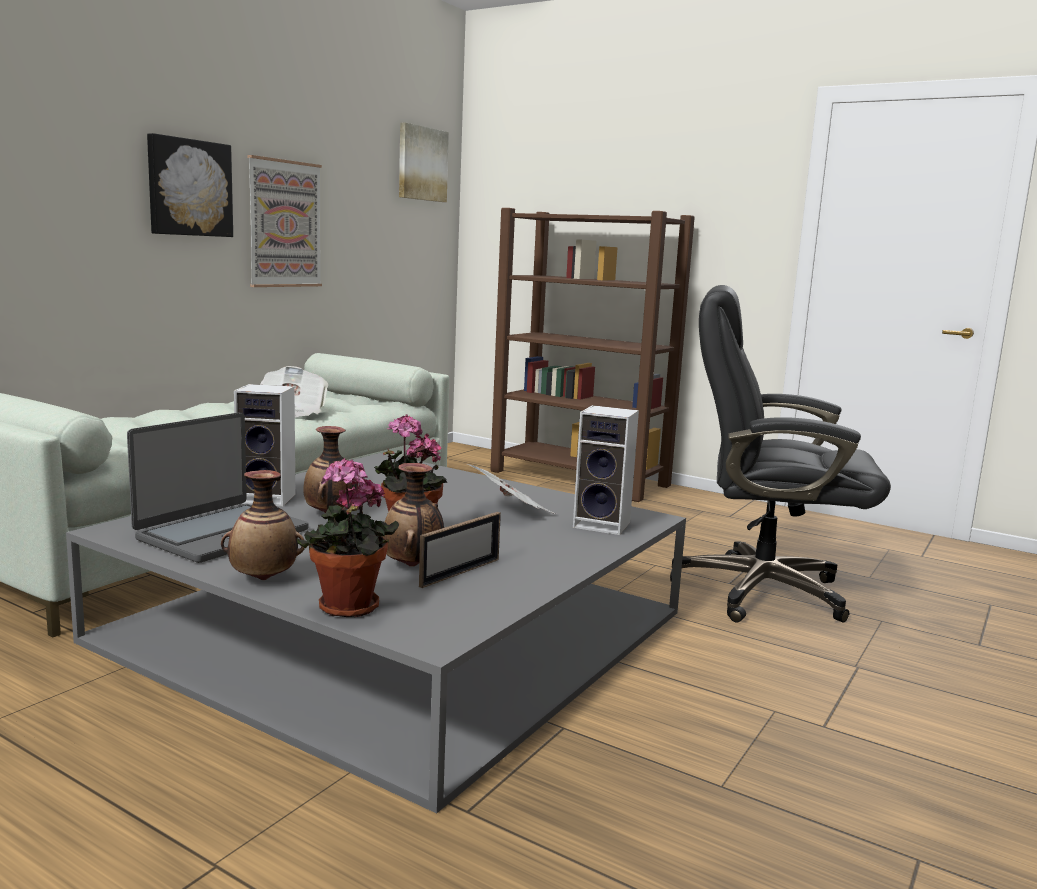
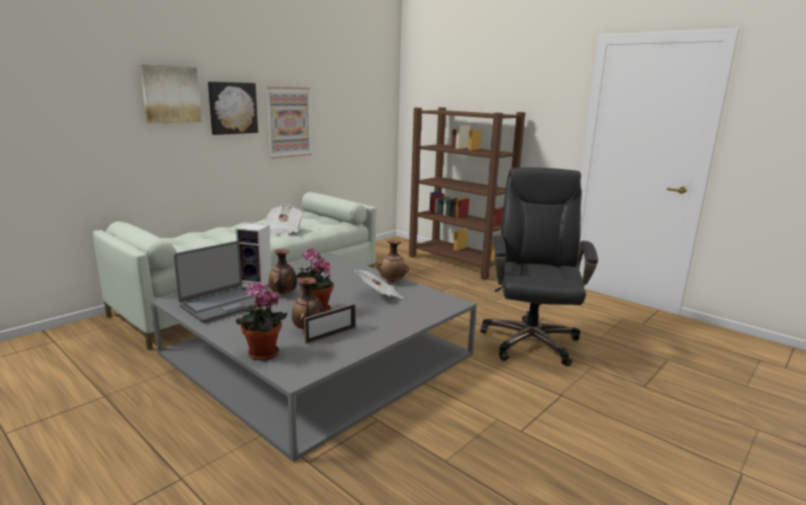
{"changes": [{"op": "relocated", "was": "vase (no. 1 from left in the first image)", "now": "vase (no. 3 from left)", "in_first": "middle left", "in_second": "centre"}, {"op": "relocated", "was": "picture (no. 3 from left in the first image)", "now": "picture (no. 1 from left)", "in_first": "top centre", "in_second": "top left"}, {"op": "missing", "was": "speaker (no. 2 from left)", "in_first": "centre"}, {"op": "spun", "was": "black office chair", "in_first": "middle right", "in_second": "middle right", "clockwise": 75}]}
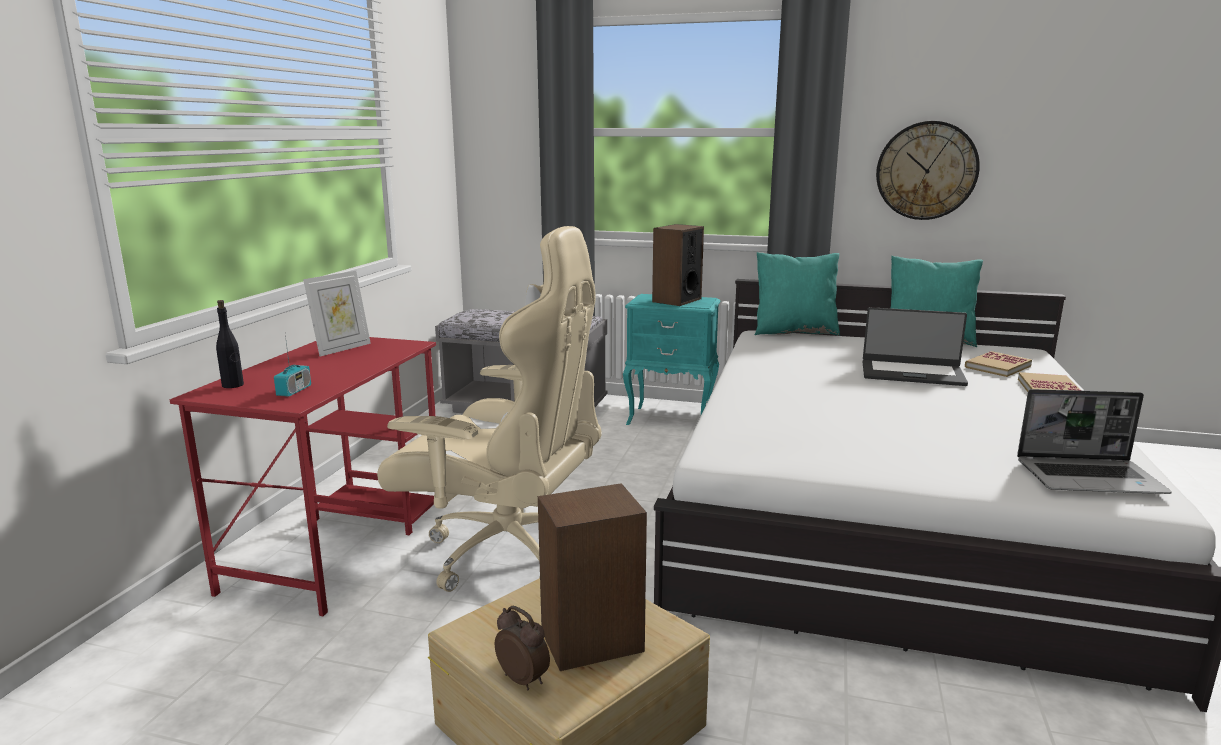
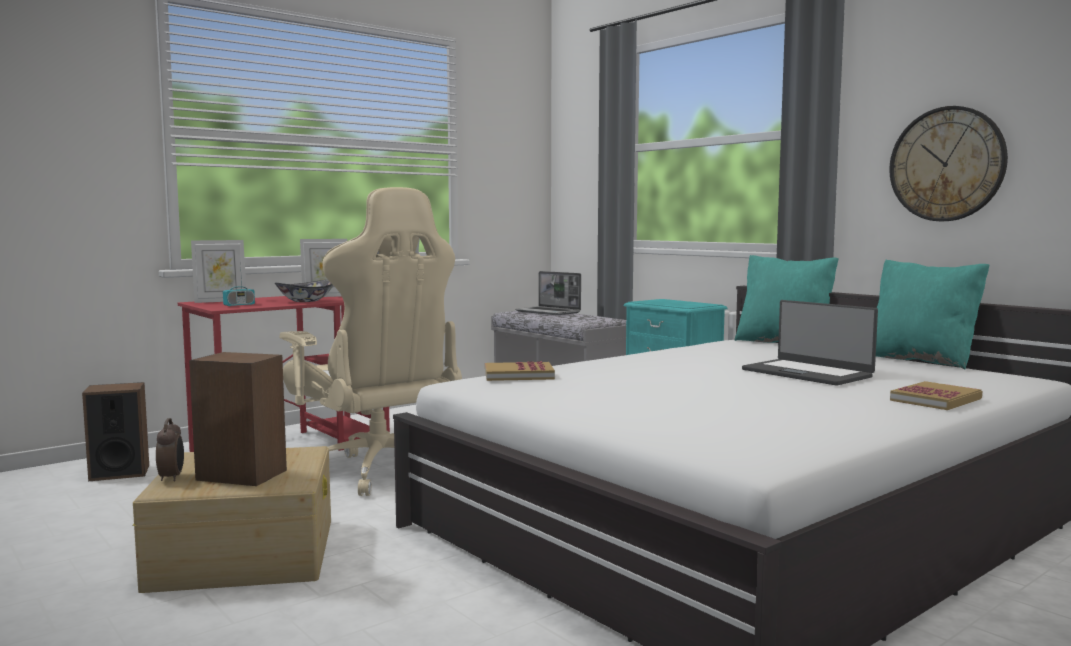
{"changes": [{"op": "exchanged", "was": "black bottle", "now": "picture frame (no. 1 from left)", "in_first": "middle left", "in_second": "middle left"}, {"op": "relocated", "was": "speaker (no. 2 from left in the first image)", "now": "speaker (no. 1 from left)", "in_first": "centre", "in_second": "bottom left"}, {"op": "relocated", "was": "book (no. 1 from left)", "in_first": "middle right", "in_second": "centre"}, {"op": "relocated", "was": "laptop (no. 2 from left in the first image)", "now": "laptop (no. 1 from left)", "in_first": "middle right", "in_second": "centre"}, {"op": "appeared", "now": "bowl", "in_second": "middle left"}]}
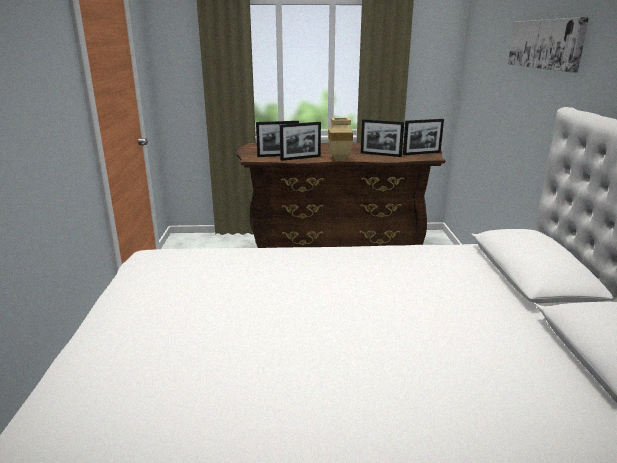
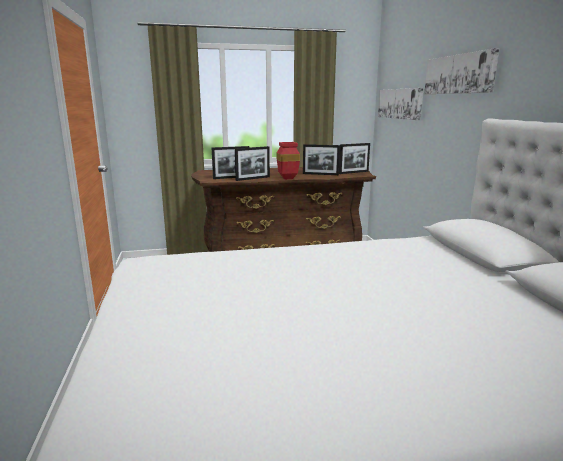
{"changes": [{"op": "colour", "was": "beige vase", "now": "red vase", "in_first": "top centre", "in_second": "centre"}, {"op": "appeared", "now": "picture (no. 1 from left)", "in_second": "top right"}]}
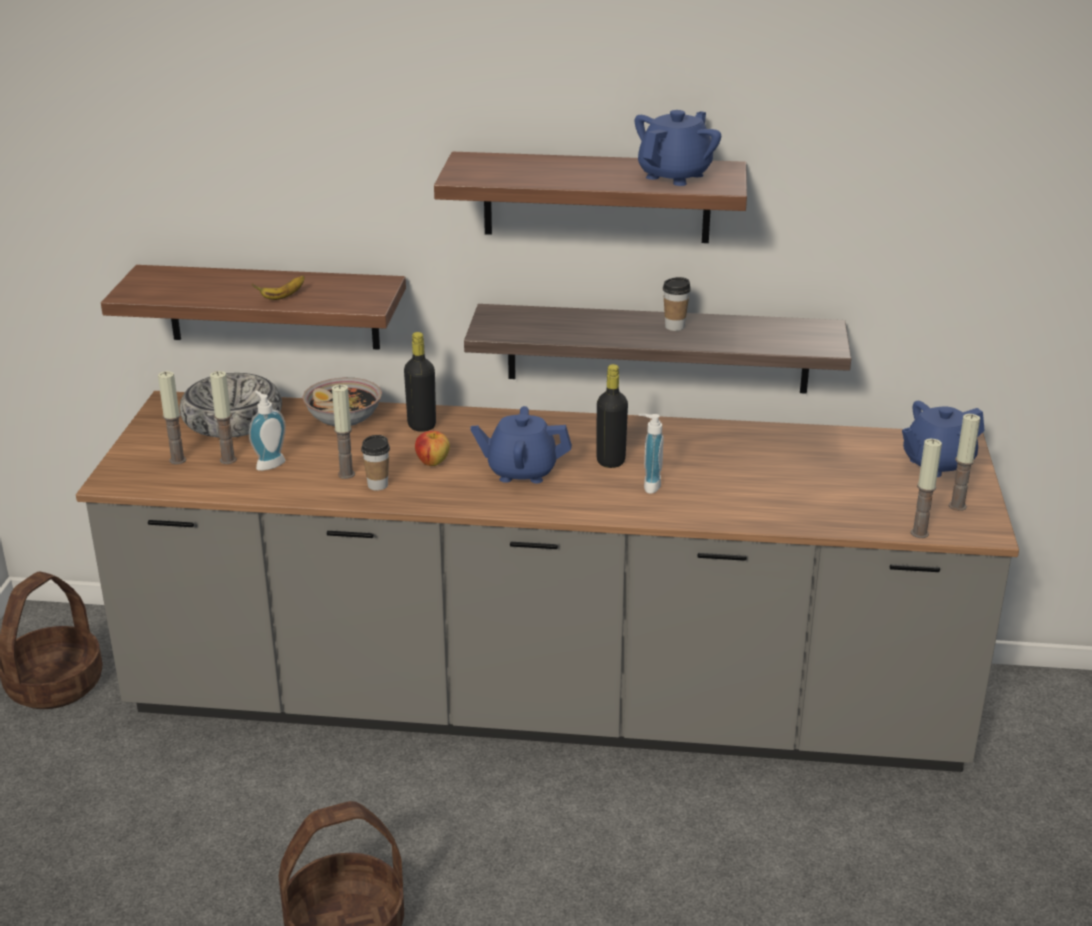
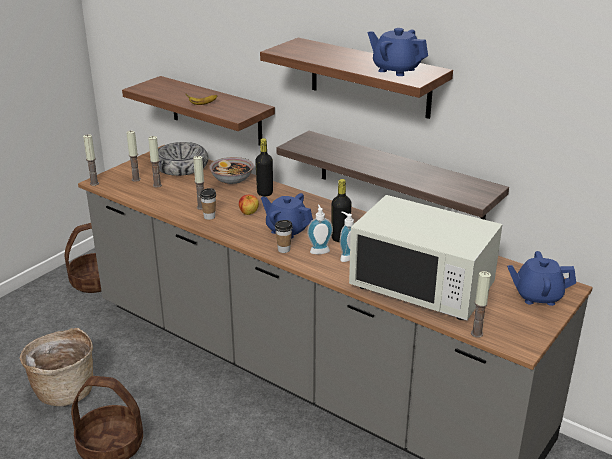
{"changes": [{"op": "relocated", "was": "soap dispenser (no. 1 from left)", "in_first": "middle left", "in_second": "centre"}, {"op": "spun", "was": "blue teapot (no. 2 from left)", "in_first": "top centre", "in_second": "top centre", "clockwise": -120}, {"op": "relocated", "was": "cup (no. 2 from left)", "in_first": "top centre", "in_second": "centre"}, {"op": "relocated", "was": "candle (no. 5 from left in the first image)", "now": "candle (no. 1 from left)", "in_first": "middle right", "in_second": "middle left"}, {"op": "appeared", "now": "basket (no. 1 from left)", "in_second": "bottom left"}, {"op": "appeared", "now": "white microwave", "in_second": "middle right"}]}
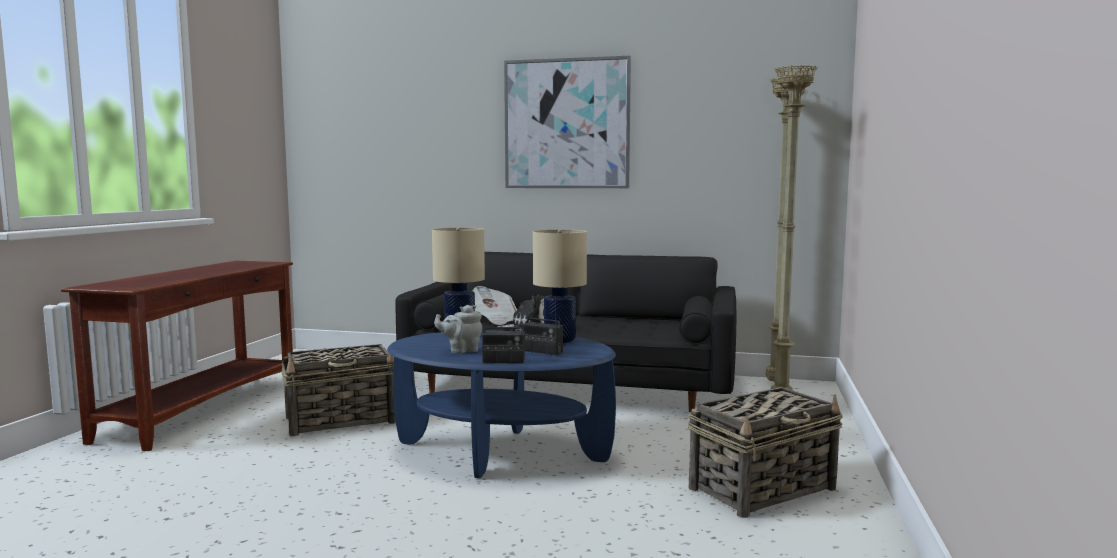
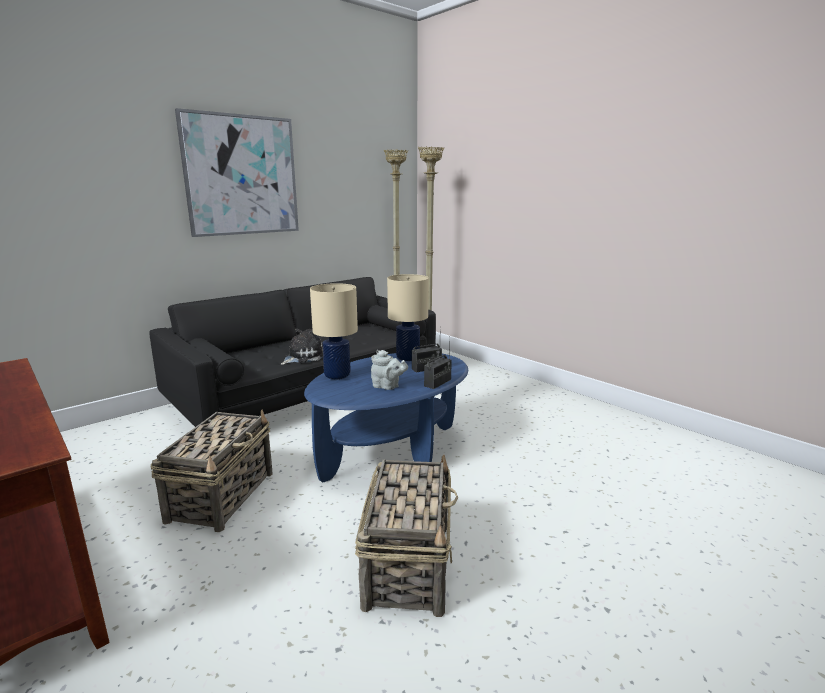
{"changes": [{"op": "spun", "was": "grey teapot", "in_first": "centre", "in_second": "centre", "clockwise": -75}, {"op": "missing", "was": "newspaper", "in_first": "centre"}, {"op": "relocated", "was": "basket (no. 2 from left)", "in_first": "bottom right", "in_second": "bottom centre"}]}
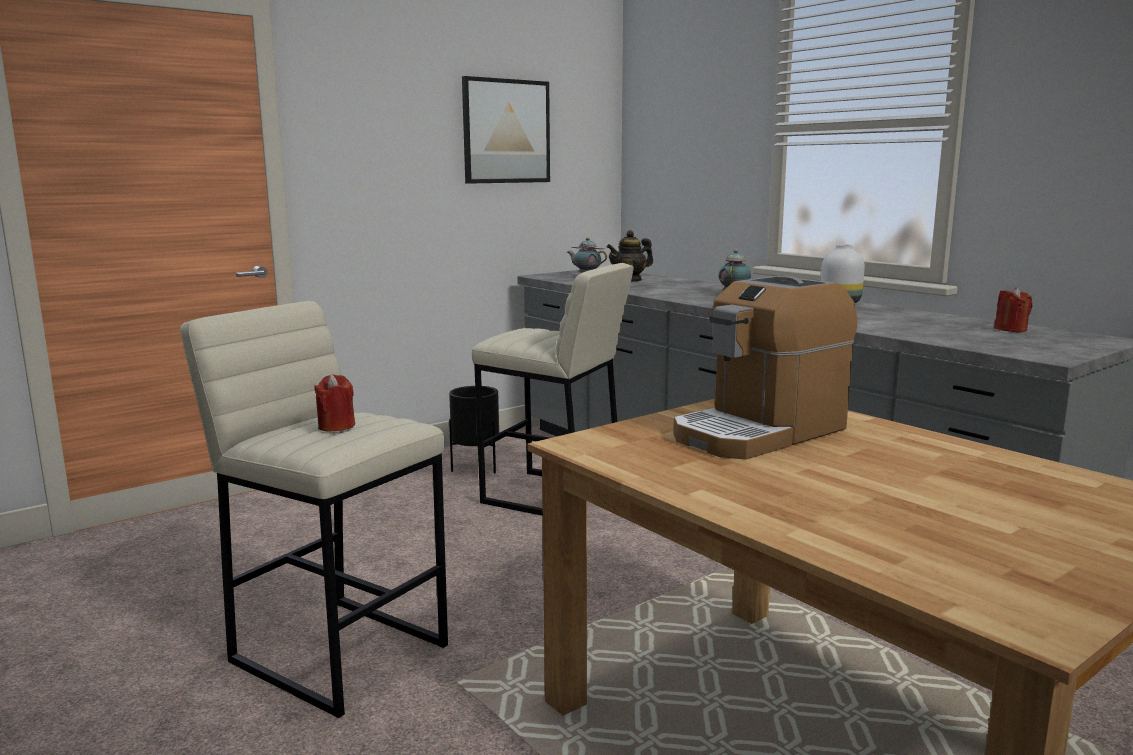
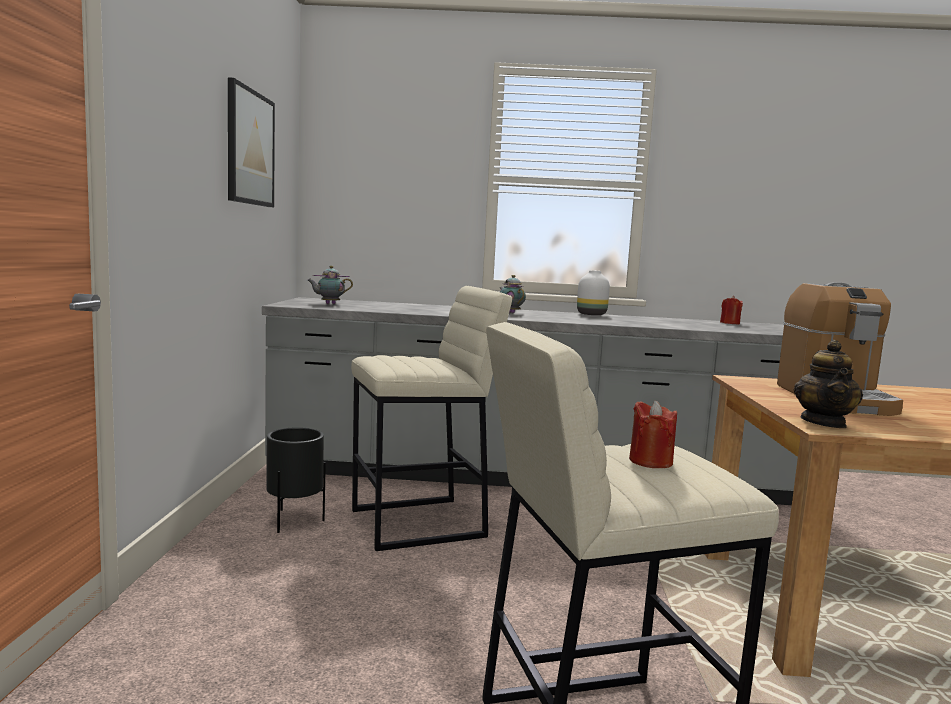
{"changes": [{"op": "relocated", "was": "teapot (no. 2 from left in the first image)", "now": "teapot (no. 3 from left)", "in_first": "centre", "in_second": "middle right"}]}
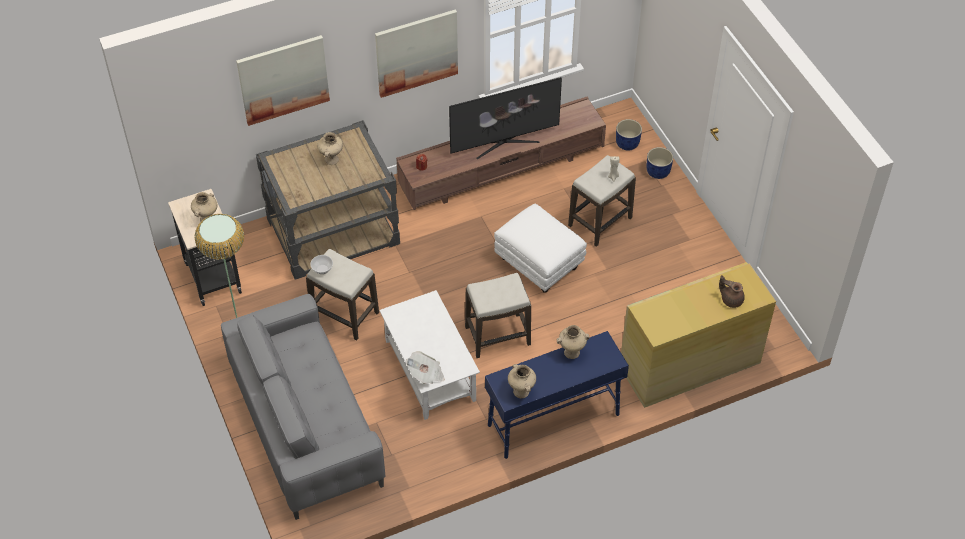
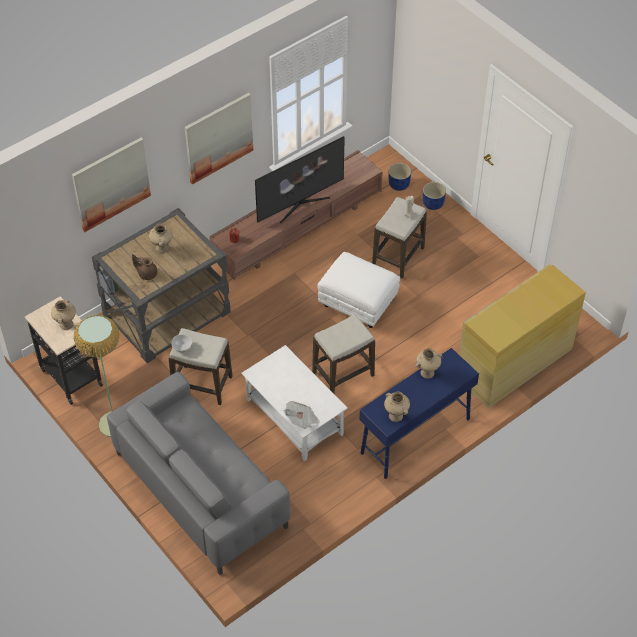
{"changes": [{"op": "relocated", "was": "brown teapot", "in_first": "middle right", "in_second": "middle left"}]}
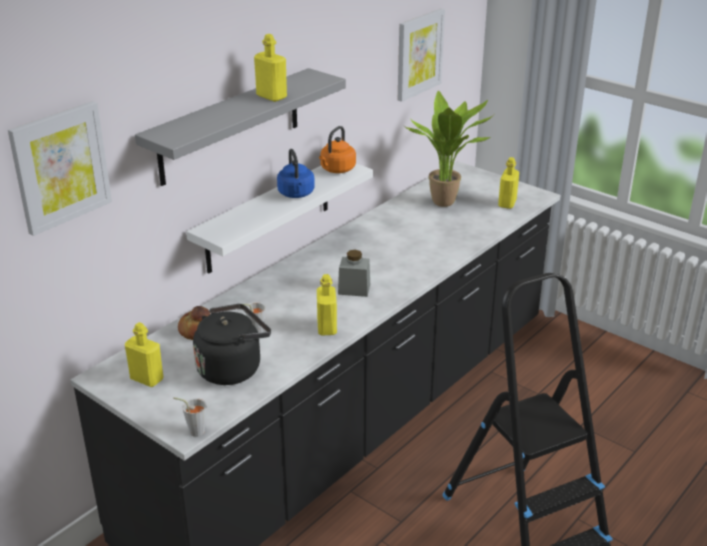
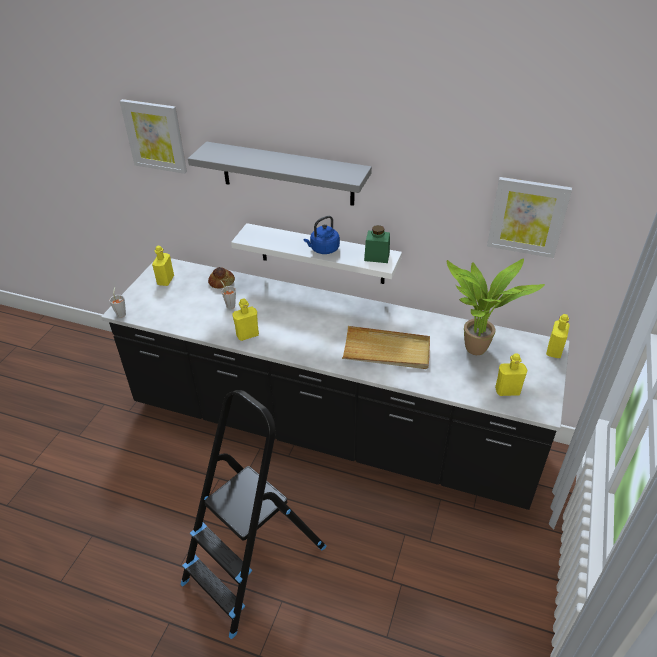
{"changes": [{"op": "missing", "was": "black kettle", "in_first": "middle left"}, {"op": "relocated", "was": "yellow bottle (no. 2 from left in the first image)", "now": "yellow bottle (no. 4 from left)", "in_first": "top centre", "in_second": "middle right"}, {"op": "exchanged", "was": "orange kettle", "now": "green jar", "in_first": "top centre", "in_second": "centre"}, {"op": "missing", "was": "grey jar", "in_first": "centre"}, {"op": "appeared", "now": "beige tray", "in_second": "centre"}]}
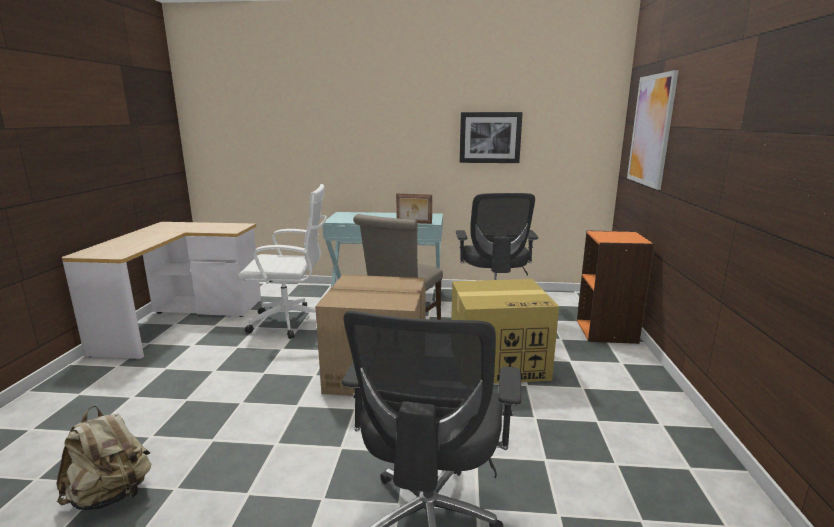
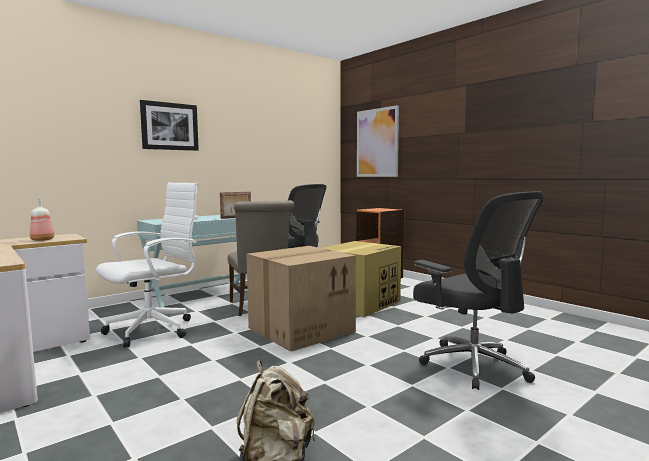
{"changes": [{"op": "relocated", "was": "picture (no. 1 from left)", "in_first": "top centre", "in_second": "top left"}, {"op": "appeared", "now": "bottle", "in_second": "middle left"}]}
